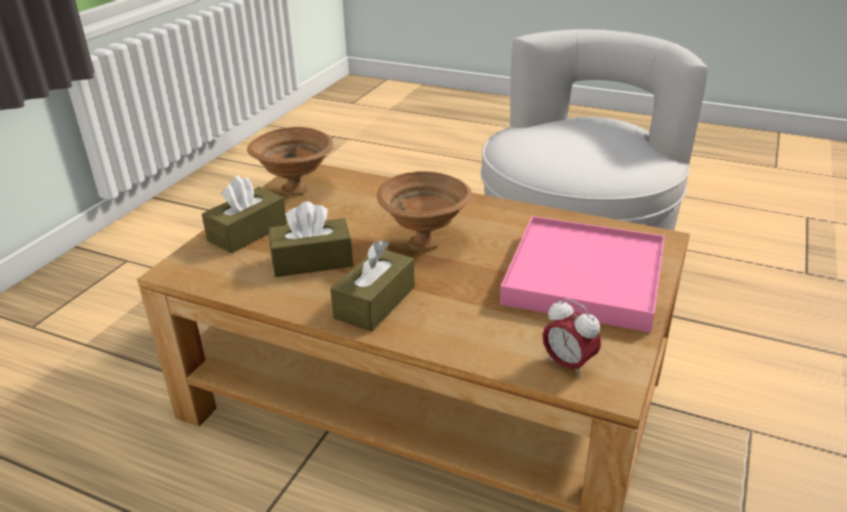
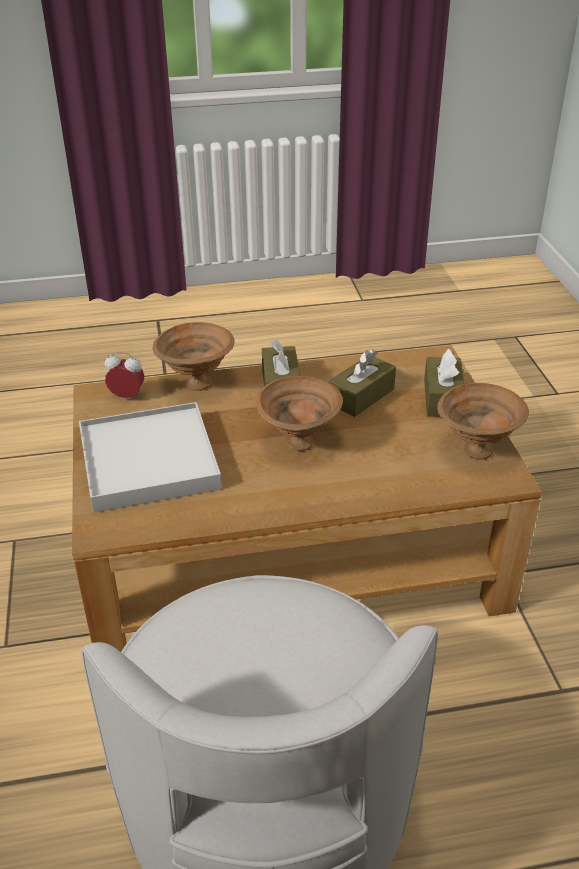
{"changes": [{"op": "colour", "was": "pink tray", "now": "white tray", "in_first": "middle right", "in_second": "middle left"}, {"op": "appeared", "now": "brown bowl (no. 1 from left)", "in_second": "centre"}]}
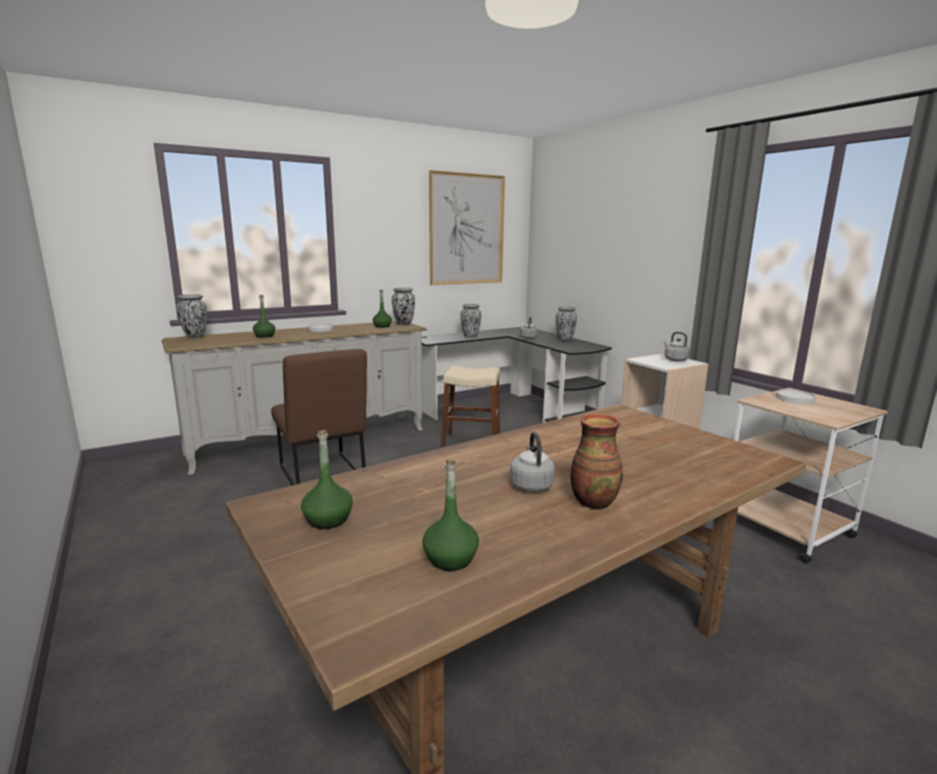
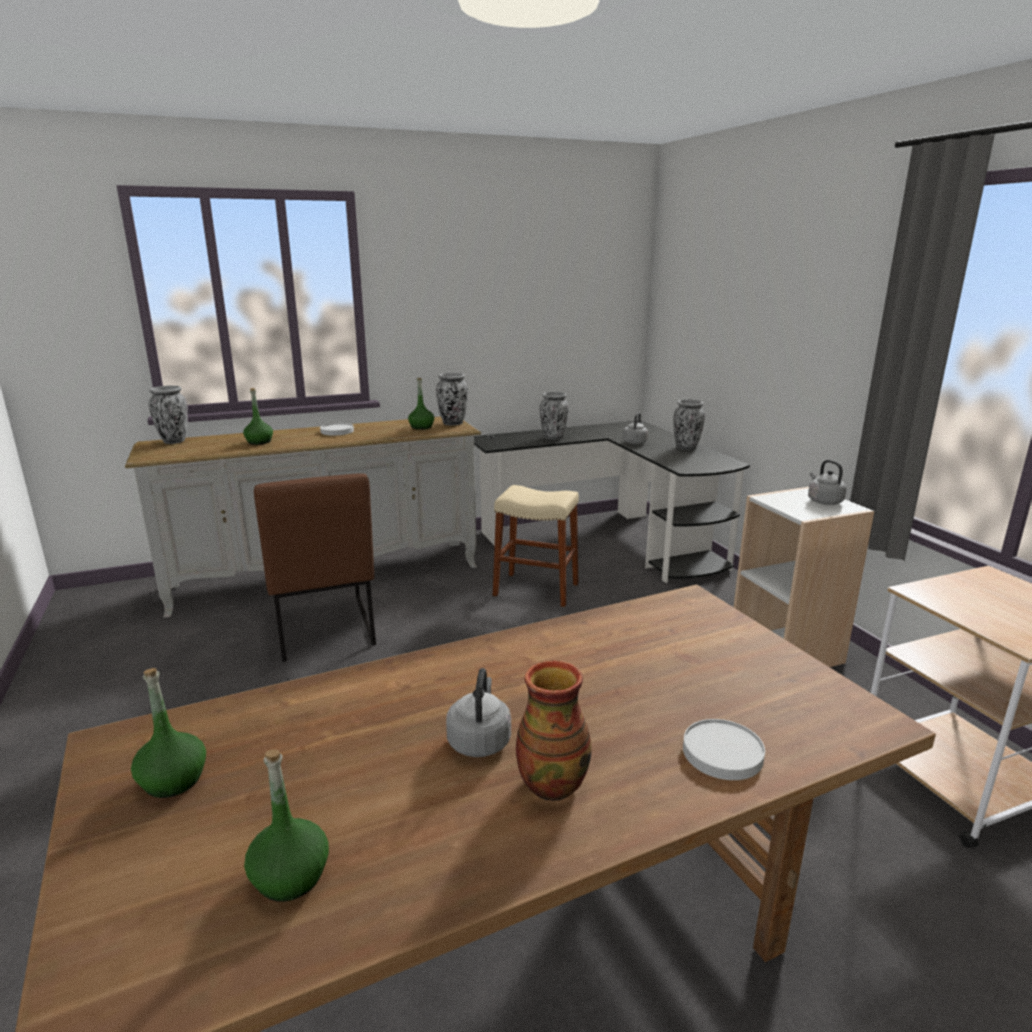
{"changes": [{"op": "missing", "was": "picture", "in_first": "top centre"}, {"op": "relocated", "was": "white plate (no. 2 from left)", "in_first": "middle right", "in_second": "bottom right"}]}
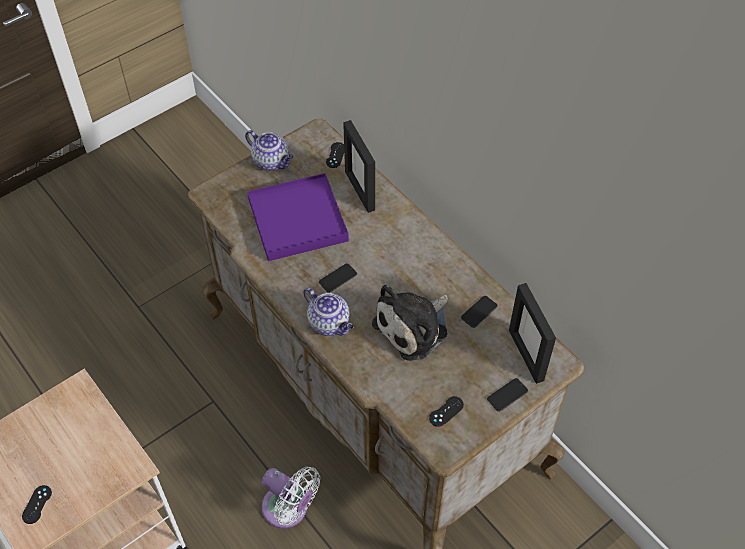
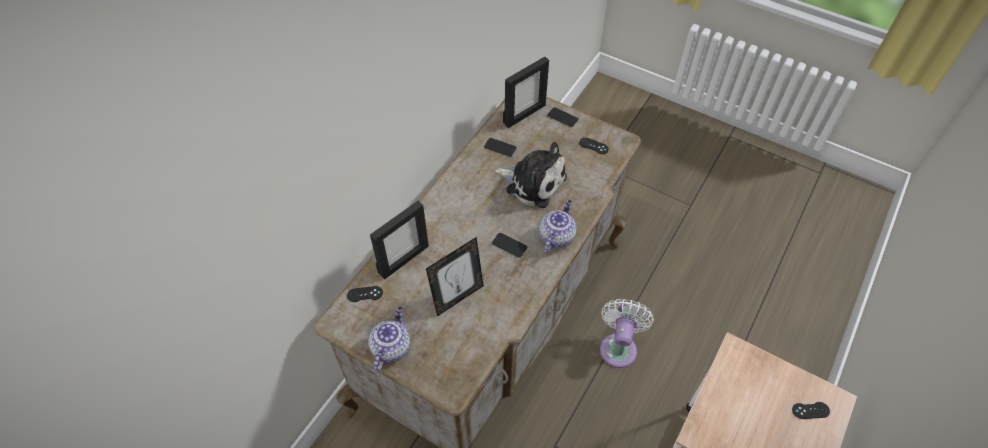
{"changes": [{"op": "exchanged", "was": "purple tray", "now": "picture frame (no. 2 from left)", "in_first": "centre", "in_second": "centre"}]}
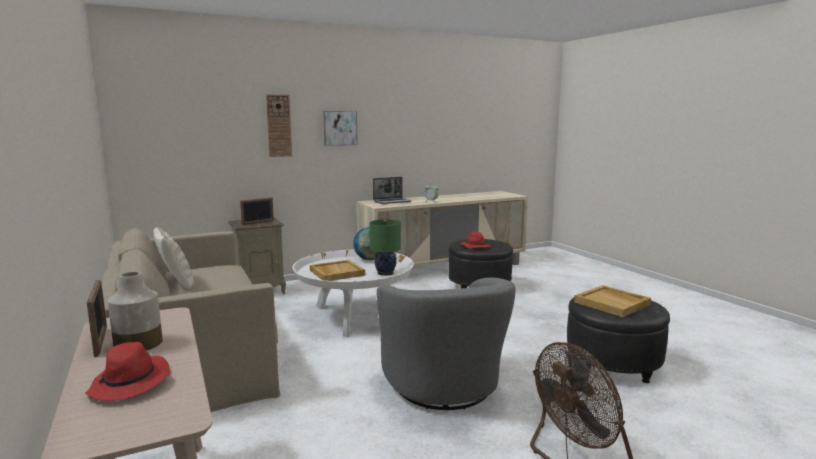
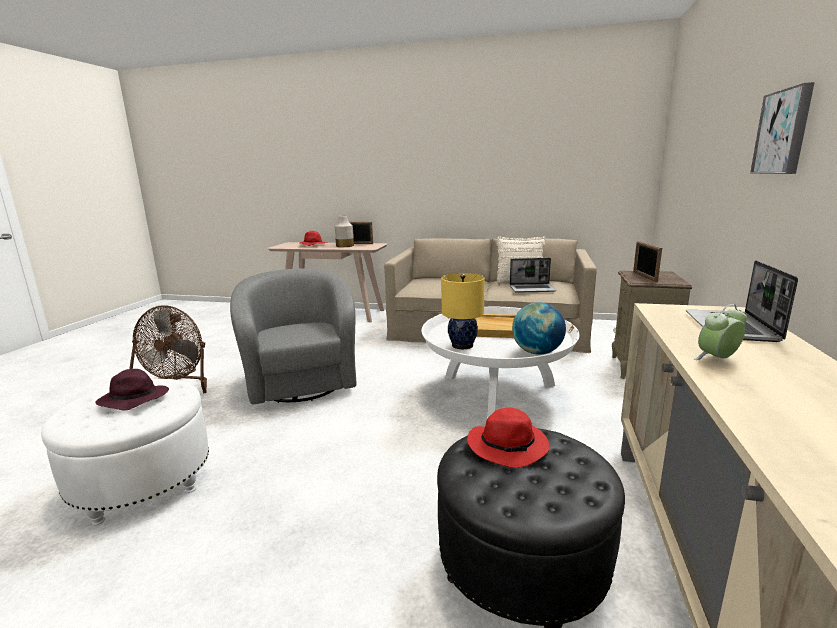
{"changes": [{"op": "missing", "was": "wall clock", "in_first": "top centre"}, {"op": "colour", "was": "green table lamp", "now": "yellow table lamp", "in_first": "centre", "in_second": "centre"}, {"op": "spun", "was": "grey armchair", "in_first": "bottom centre", "in_second": "centre", "clockwise": 45}, {"op": "colour", "was": "black ottoman (no. 2 from left)", "now": "white ottoman", "in_first": "bottom right", "in_second": "bottom left"}, {"op": "exchanged", "was": "beige tray (no. 2 from left)", "now": "purple hat", "in_first": "middle right", "in_second": "middle left"}, {"op": "appeared", "now": "laptop (no. 1 from left)", "in_second": "centre"}]}
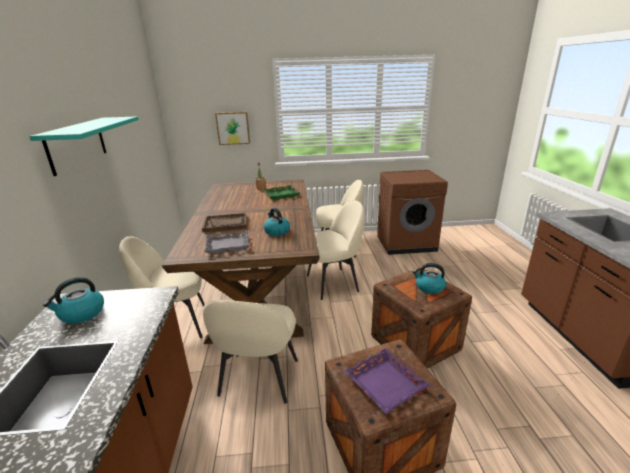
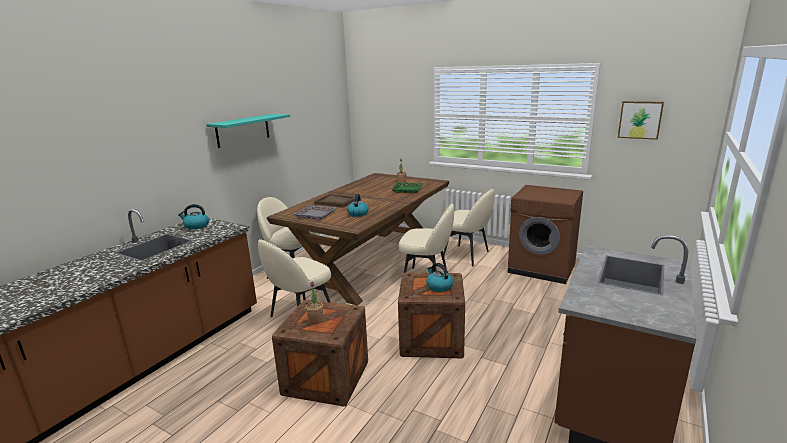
{"changes": [{"op": "relocated", "was": "picture", "in_first": "top centre", "in_second": "top right"}, {"op": "exchanged", "was": "purple tray", "now": "potted plant (no. 1 from left)", "in_first": "bottom centre", "in_second": "bottom centre"}]}
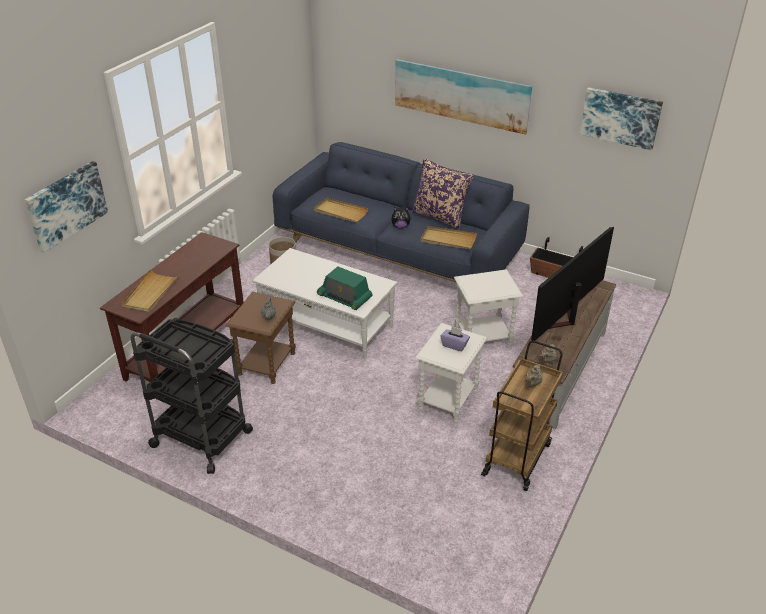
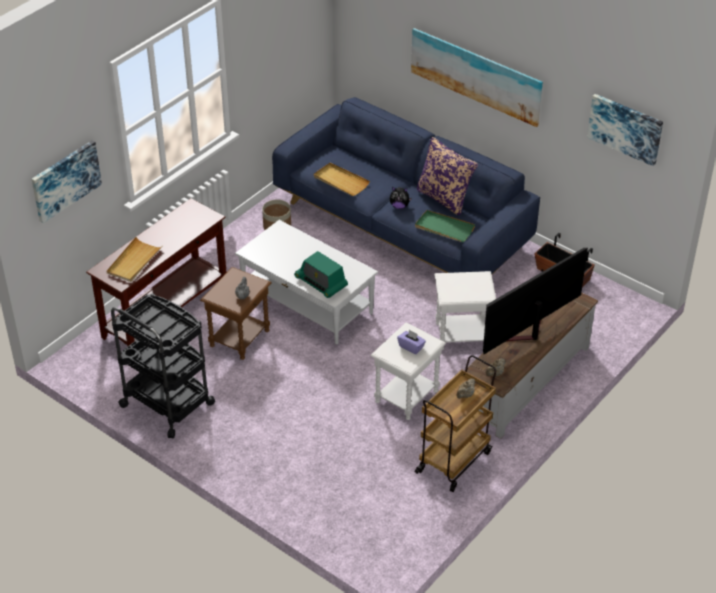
{"changes": [{"op": "colour", "was": "beige tray (no. 3 from left)", "now": "green tray", "in_first": "centre", "in_second": "centre"}]}
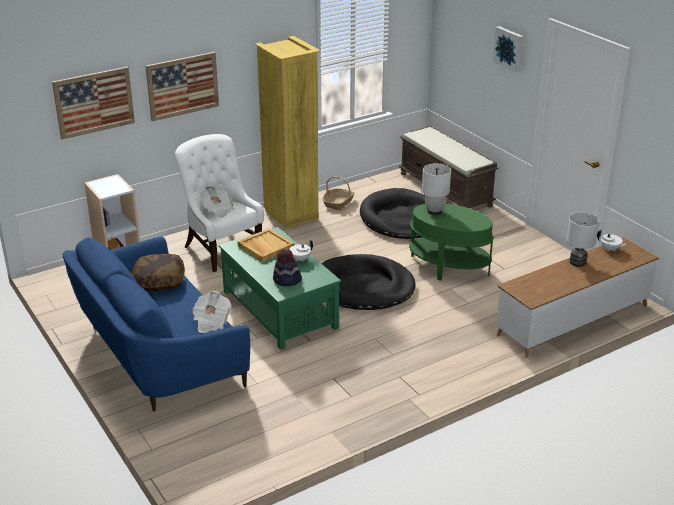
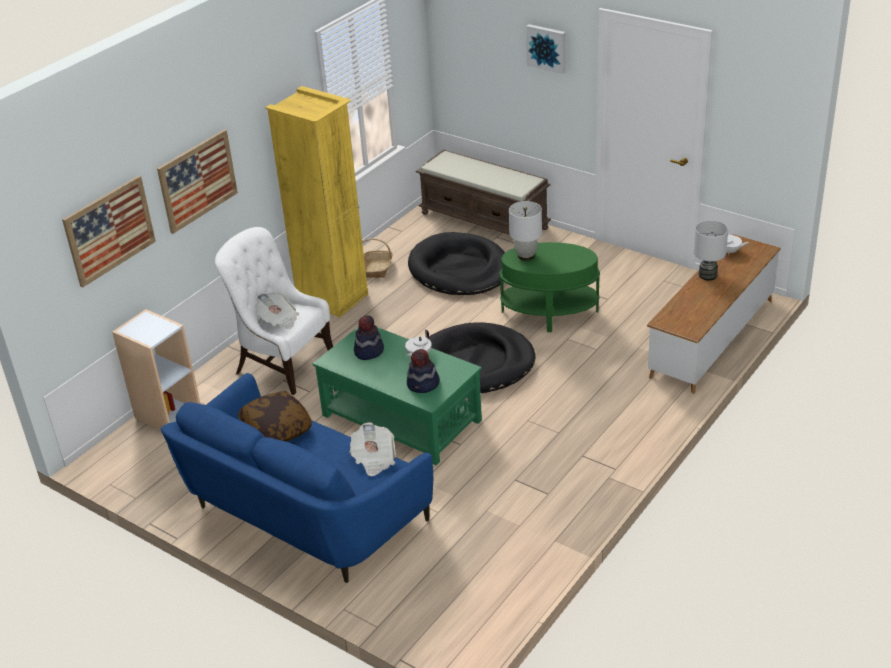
{"changes": [{"op": "exchanged", "was": "beige tray", "now": "hat (no. 1 from left)", "in_first": "centre", "in_second": "centre"}]}
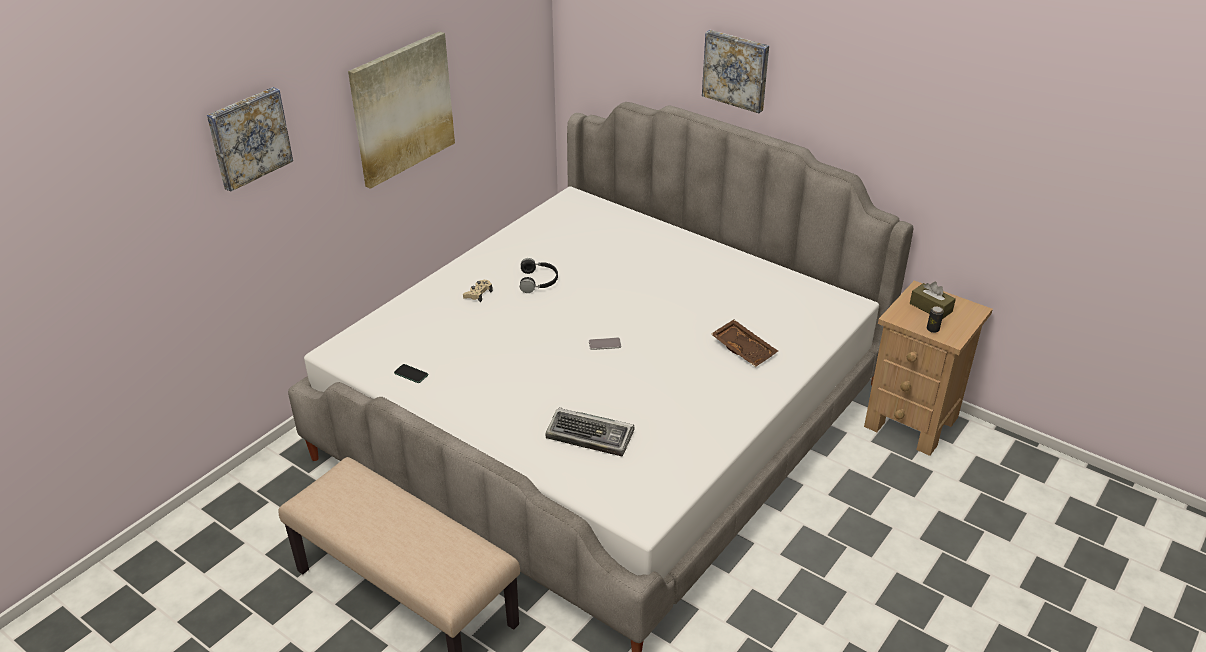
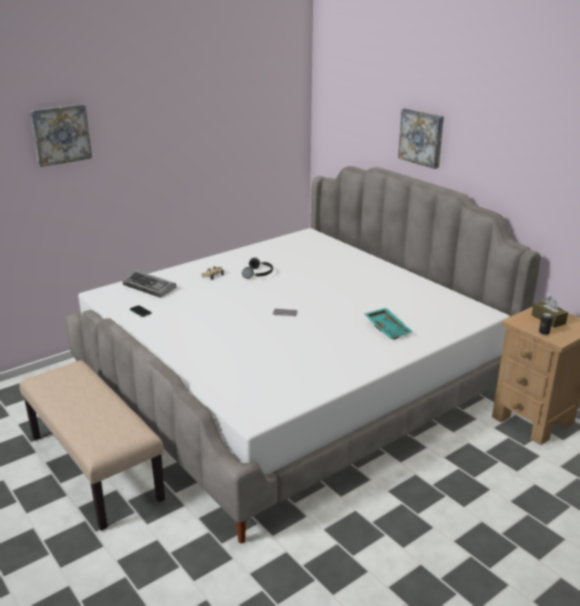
{"changes": [{"op": "missing", "was": "picture (no. 2 from left)", "in_first": "top left"}, {"op": "relocated", "was": "keyboard", "in_first": "centre", "in_second": "middle left"}, {"op": "colour", "was": "brown tray", "now": "turquoise tray", "in_first": "centre", "in_second": "middle right"}]}
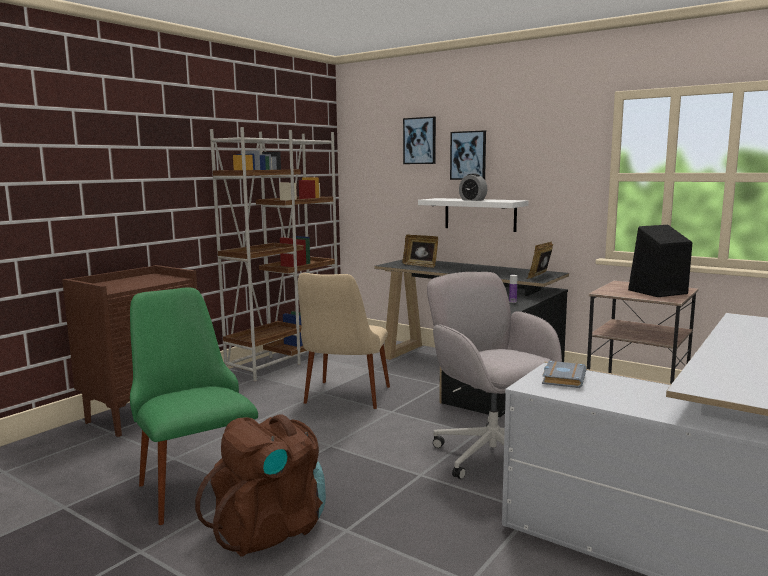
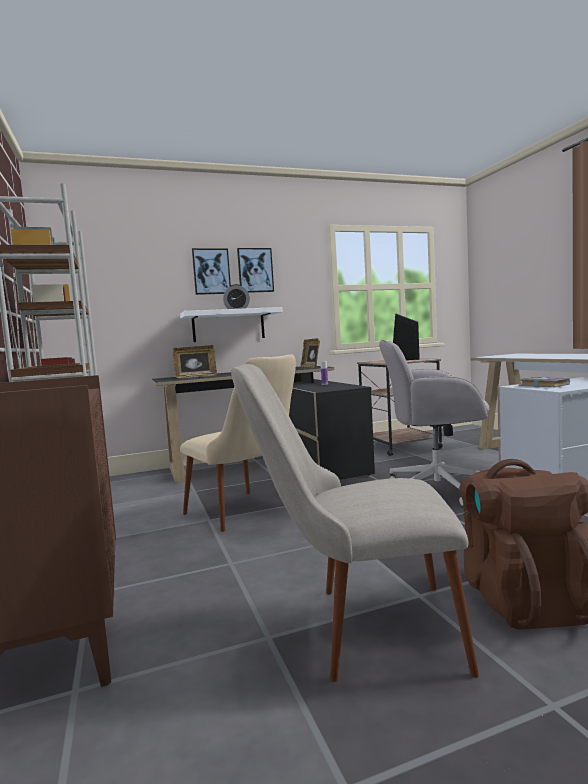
{"changes": [{"op": "colour", "was": "green chair", "now": "beige chair (no. 2 from left)", "in_first": "bottom left", "in_second": "bottom centre"}, {"op": "relocated", "was": "picture (no. 1 from left in the first image)", "now": "picture (no. 2 from left)", "in_first": "top centre", "in_second": "centre"}]}
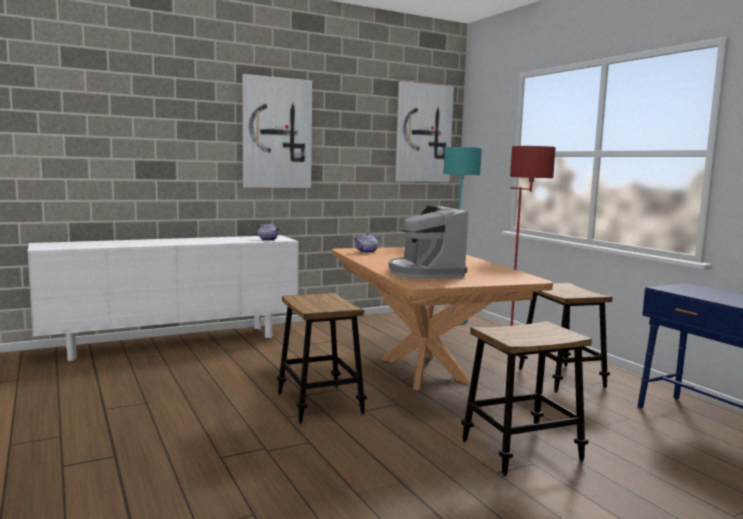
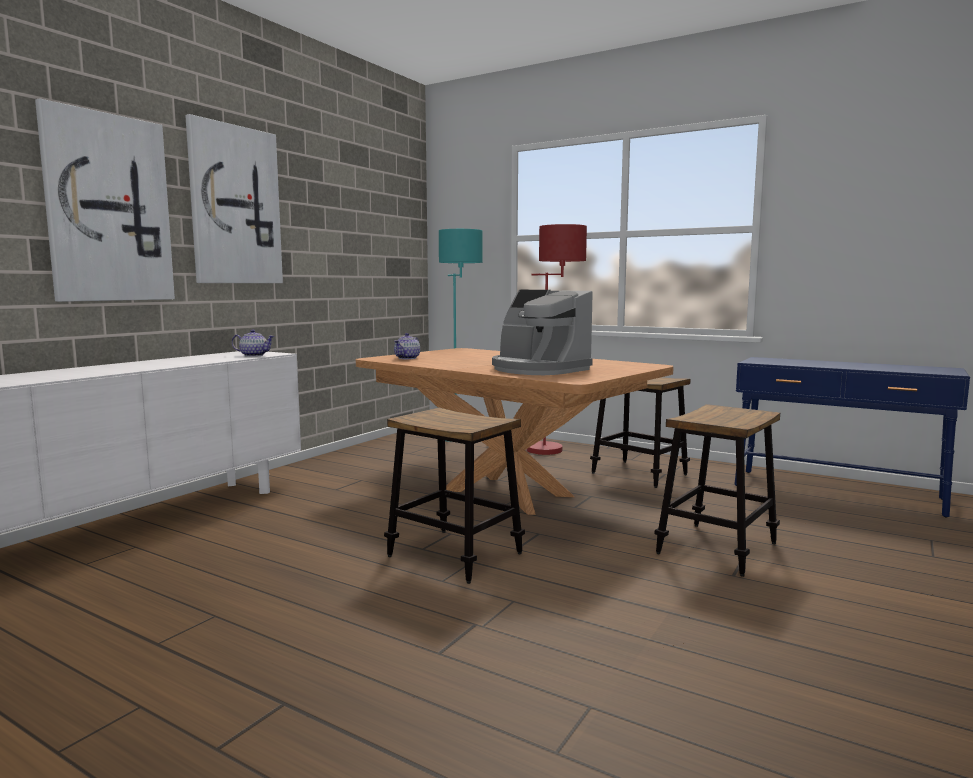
{"changes": [{"op": "relocated", "was": "picture (no. 2 from left in the first image)", "now": "picture (no. 1 from left)", "in_first": "top centre", "in_second": "top left"}]}
